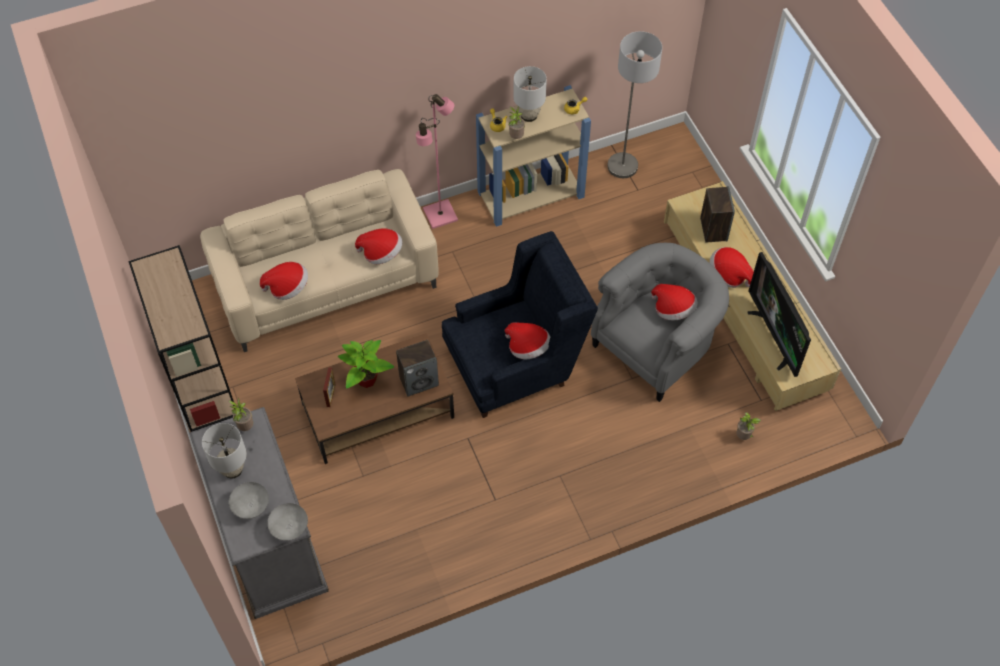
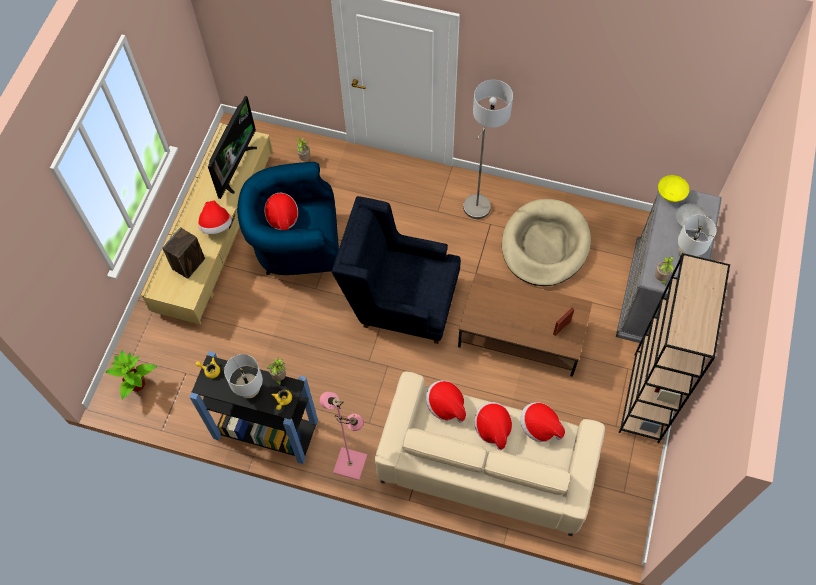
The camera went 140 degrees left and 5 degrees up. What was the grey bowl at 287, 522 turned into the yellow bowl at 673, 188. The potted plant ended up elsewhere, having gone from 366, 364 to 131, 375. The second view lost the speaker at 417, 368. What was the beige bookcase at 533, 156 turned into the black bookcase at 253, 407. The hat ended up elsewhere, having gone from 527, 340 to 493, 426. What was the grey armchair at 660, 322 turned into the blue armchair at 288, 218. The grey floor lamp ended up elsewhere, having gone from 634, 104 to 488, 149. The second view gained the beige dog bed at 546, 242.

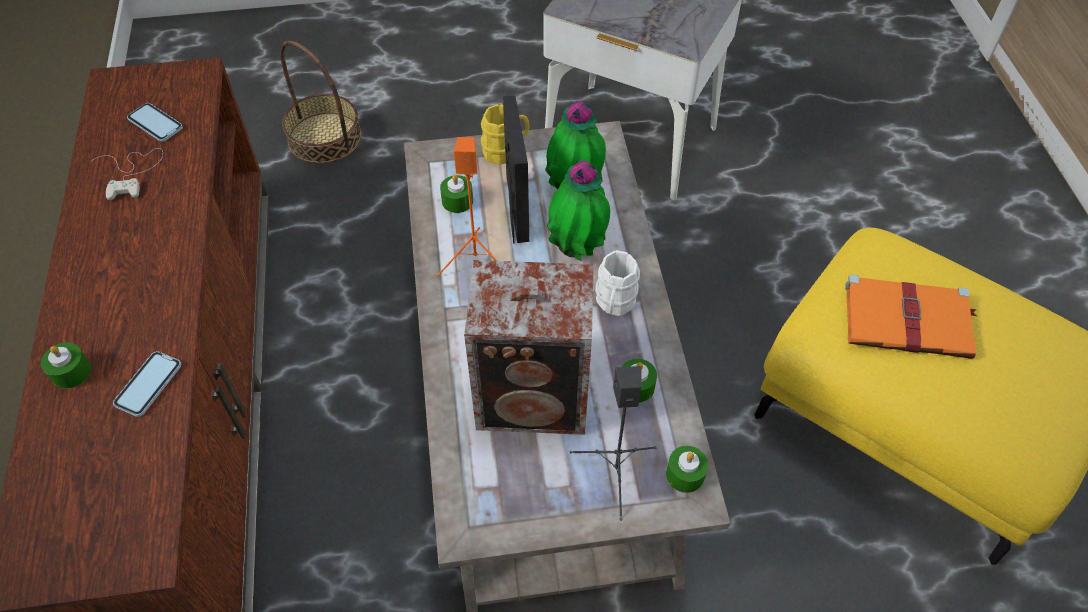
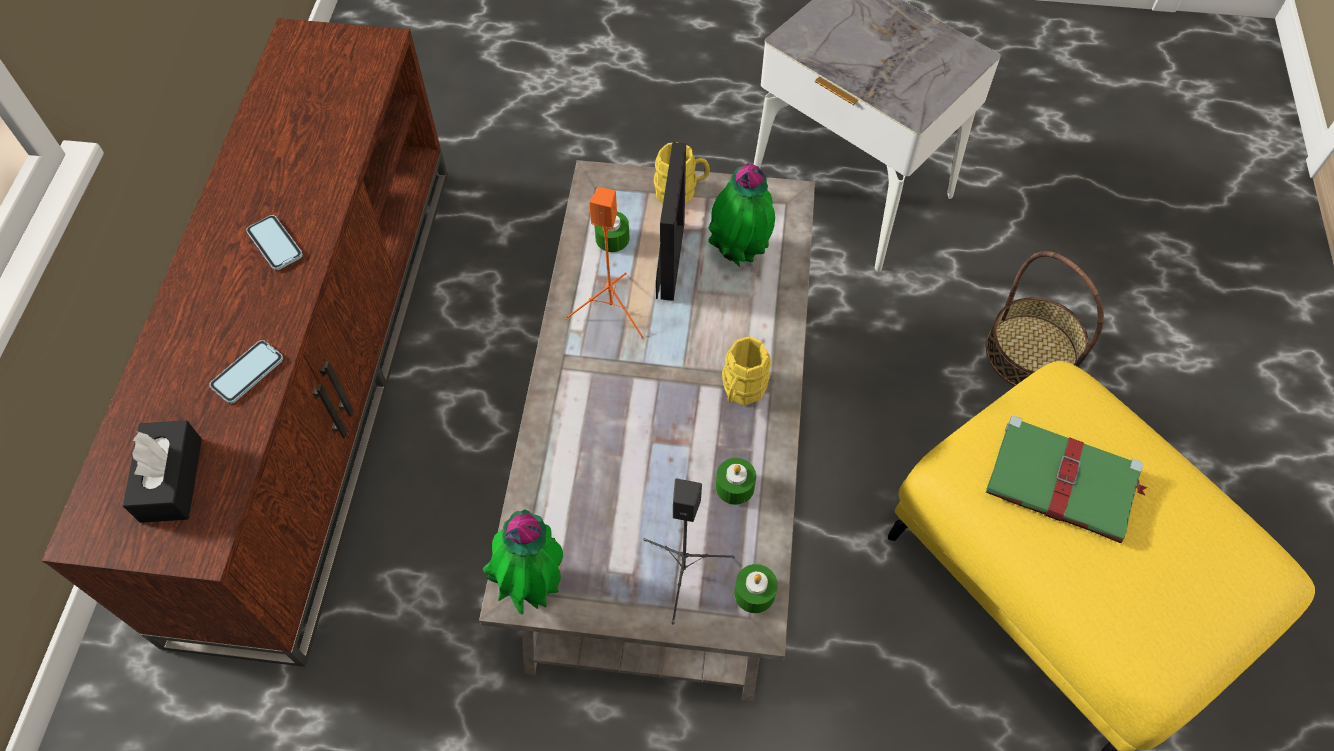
The camera went 15 degrees right and 5 degrees up. The second view lost the green candle at 66, 365. The second view lost the white game controller at 127, 174. The phone ended up elsewhere, having gone from 155, 122 to 274, 242. The basket ended up elsewhere, having gone from 321, 102 to 1045, 318. The second view lost the speaker at 529, 347. The potted plant ended up elsewhere, having gone from 578, 210 to 523, 562. What was the white mug at 617, 283 turned into the yellow mug at 746, 370. What was the orange book at 911, 316 turned into the green book at 1066, 479. The second view gained the black tissue box at 162, 471.

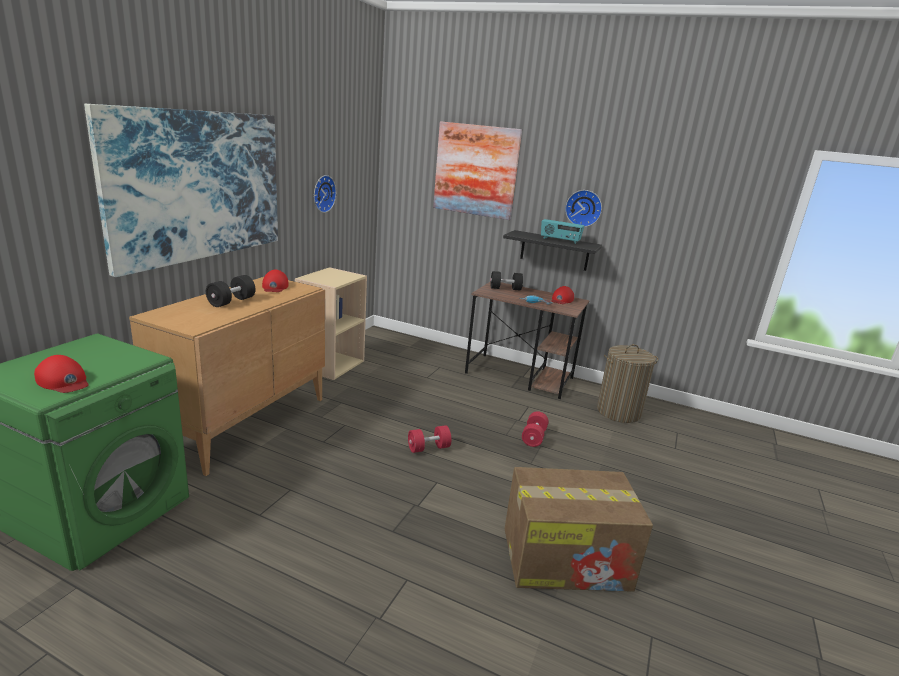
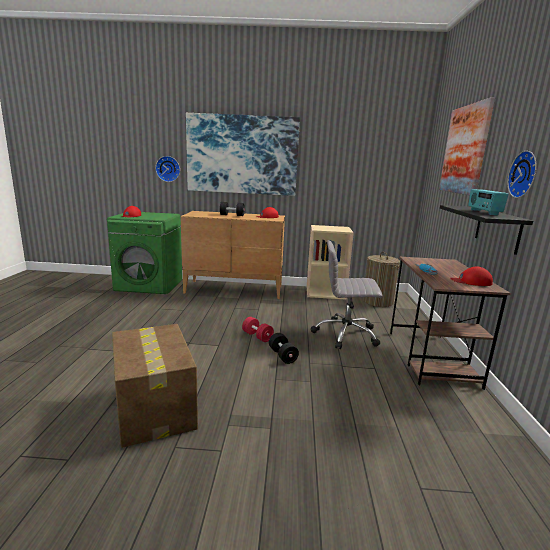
The camera went 70 degrees right and 5 degrees down. The wall clock ended up elsewhere, having gone from 325, 194 to 167, 169. The black dumbbell ended up elsewhere, having gone from 506, 281 to 284, 348. The second view lost the red dumbbell at 535, 429. The laundry basket ended up elsewhere, having gone from 627, 383 to 381, 279. The second view gained the grey office chair at 347, 294.

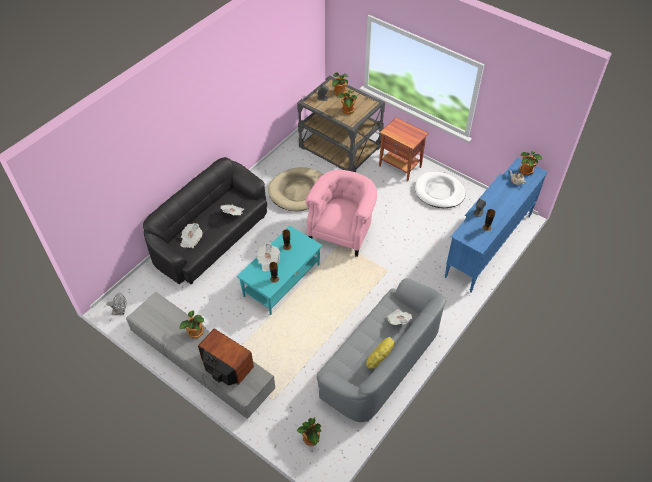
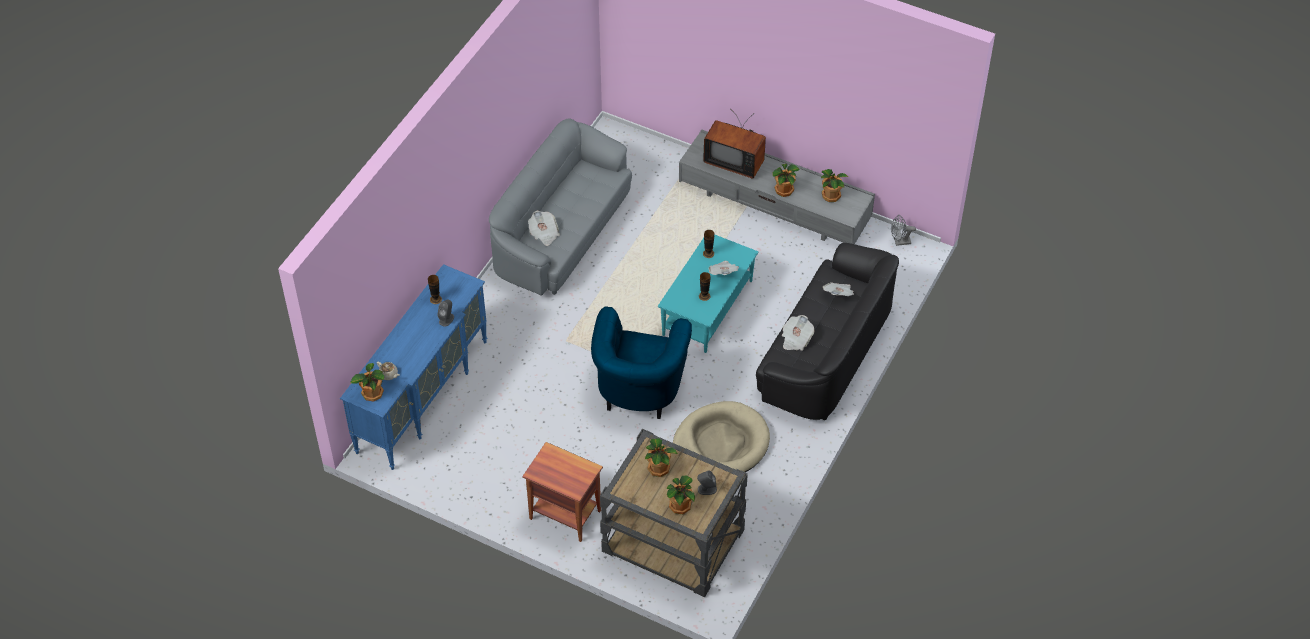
The camera went 170 degrees right and 0 degrees up. The potted plant ended up elsewhere, having gone from 308, 432 to 834, 185. What was the pink armchair at 341, 213 turned into the blue armchair at 641, 362. The second view lost the yellow pillow at 380, 353. The second view lost the white dog bed at 440, 190.

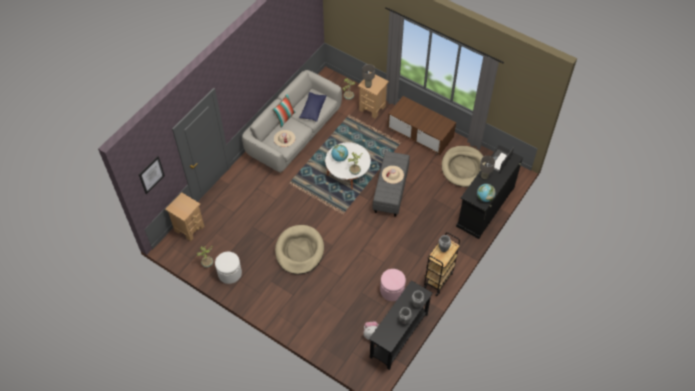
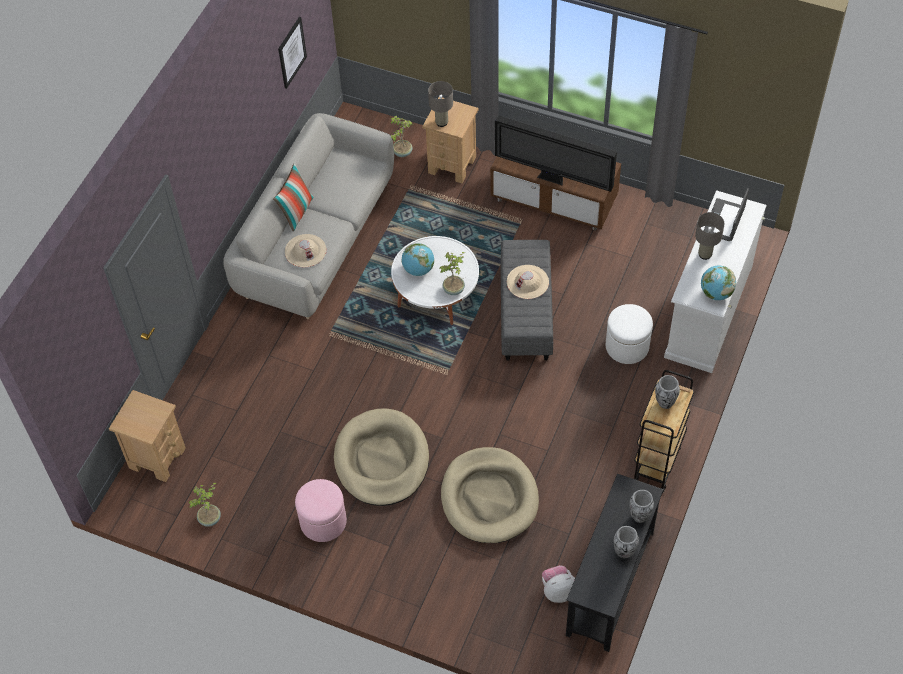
The camera went 10 degrees left and 0 degrees up. The picture ended up elsewhere, having gone from 152, 175 to 292, 53. The white ottoman ended up elsewhere, having gone from 228, 268 to 629, 334. The second view lost the blue pillow at 313, 107. The pink ottoman ended up elsewhere, having gone from 393, 285 to 321, 510. The beige dog bed ended up elsewhere, having gone from 464, 166 to 490, 495. What was the black cabinet at 489, 192 turned into the white cabinet at 715, 281. The second view gained the television at 556, 153.

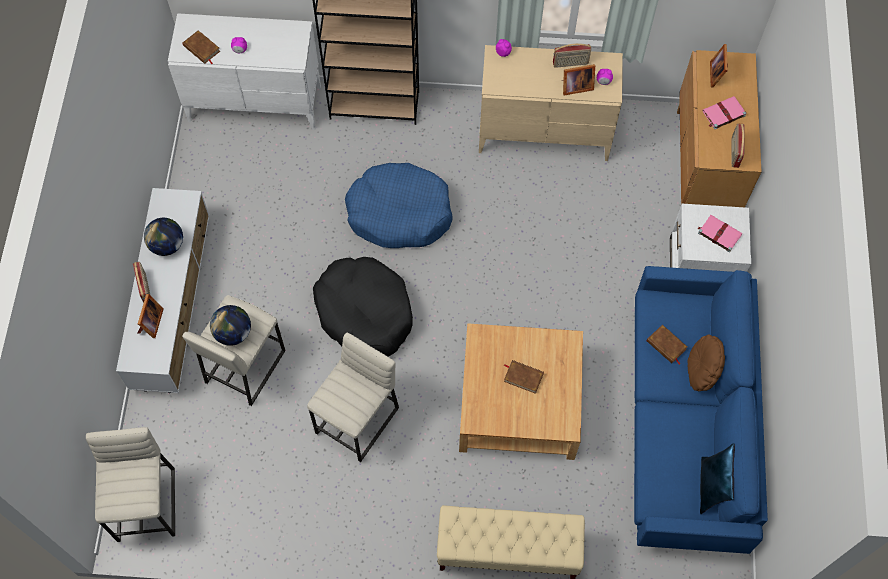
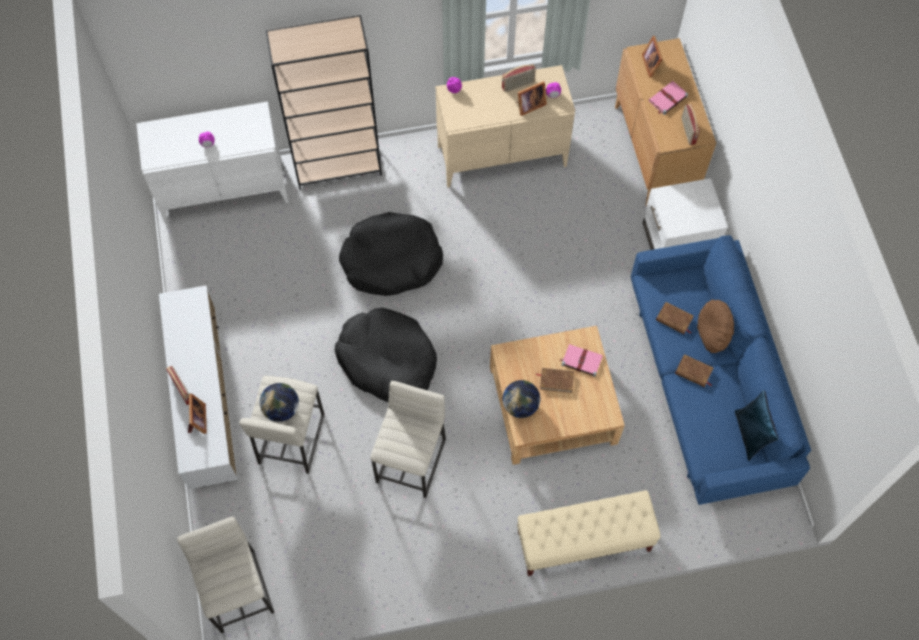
The camera went 15 degrees left and 0 degrees up. The globe ended up elsewhere, having gone from 163, 237 to 521, 399. The brown book ended up elsewhere, having gone from 201, 47 to 694, 370. What was the blue dog bed at 399, 205 turned into the black dog bed at 391, 254. The pink book ended up elsewhere, having gone from 720, 233 to 581, 360.

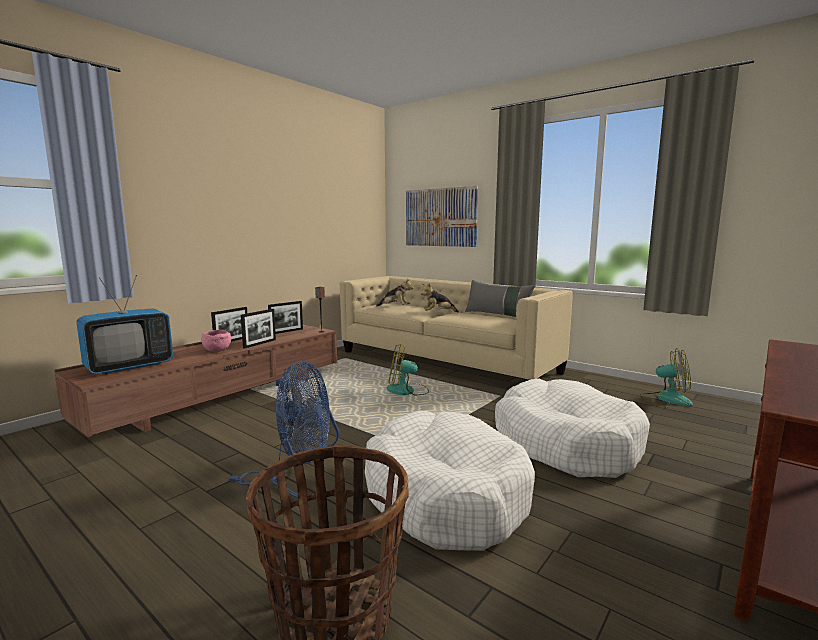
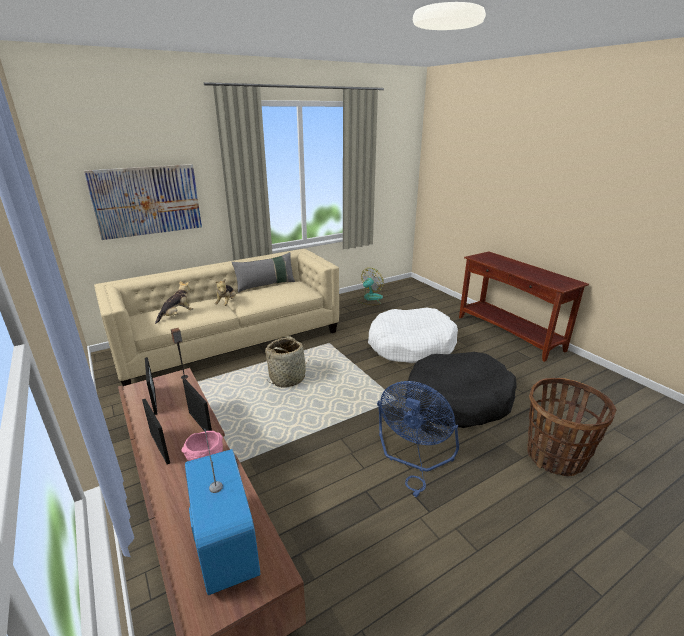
The camera went 70 degrees left and 15 degrees up. What was the white dog bed at 450, 481 turned into the black dog bed at 461, 390. Where the fan stood at 407, 370, the basket came to stand at 287, 362.

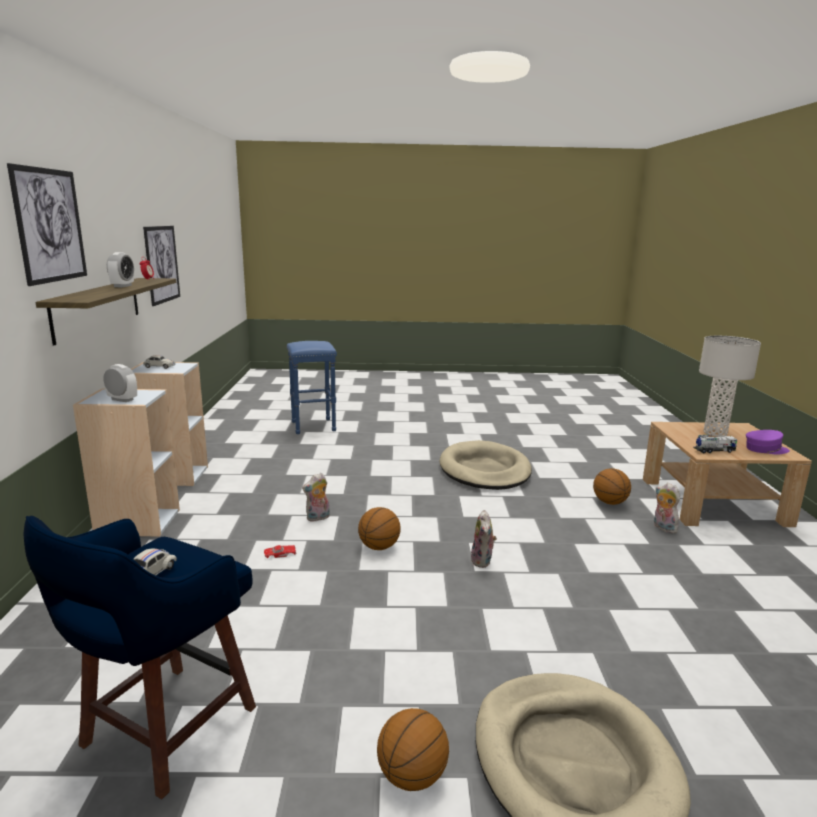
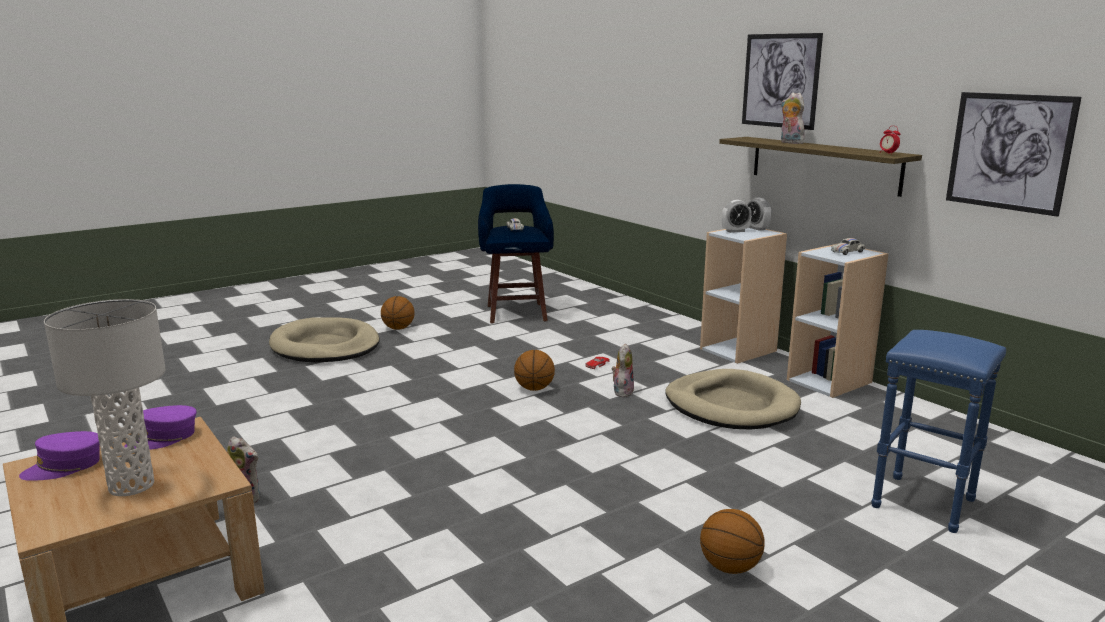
The camera went 145 degrees right and 0 degrees up. The alarm clock ended up elsewhere, having gone from 120, 269 to 759, 214. The beige dog bed ended up elsewhere, having gone from 485, 465 to 733, 399. The plush toy ended up elsewhere, having gone from 483, 539 to 793, 118. The basketball ended up elsewhere, having gone from 612, 486 to 732, 541. Where the toy truck stood at 715, 443, the purple cap came to stand at 160, 427.

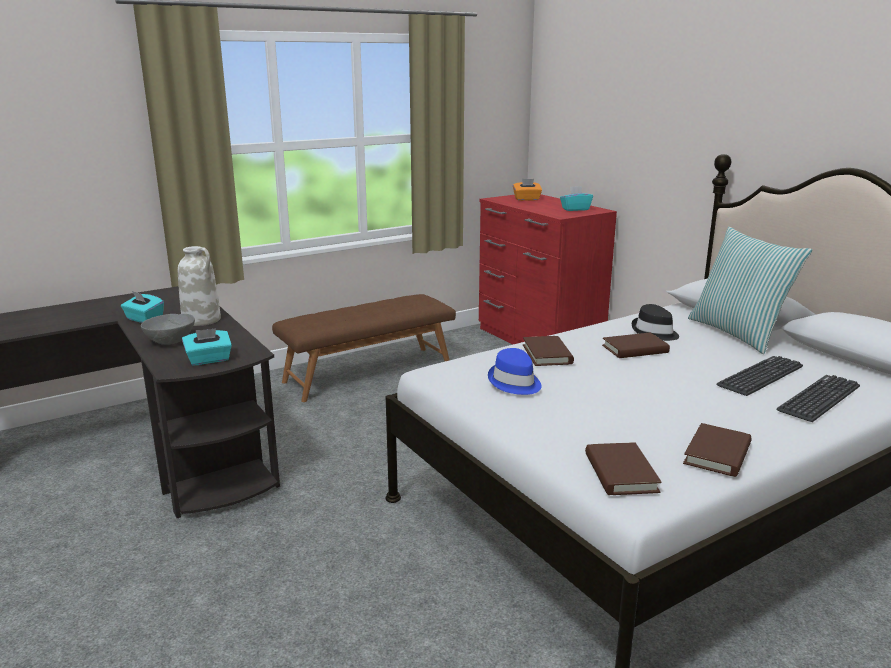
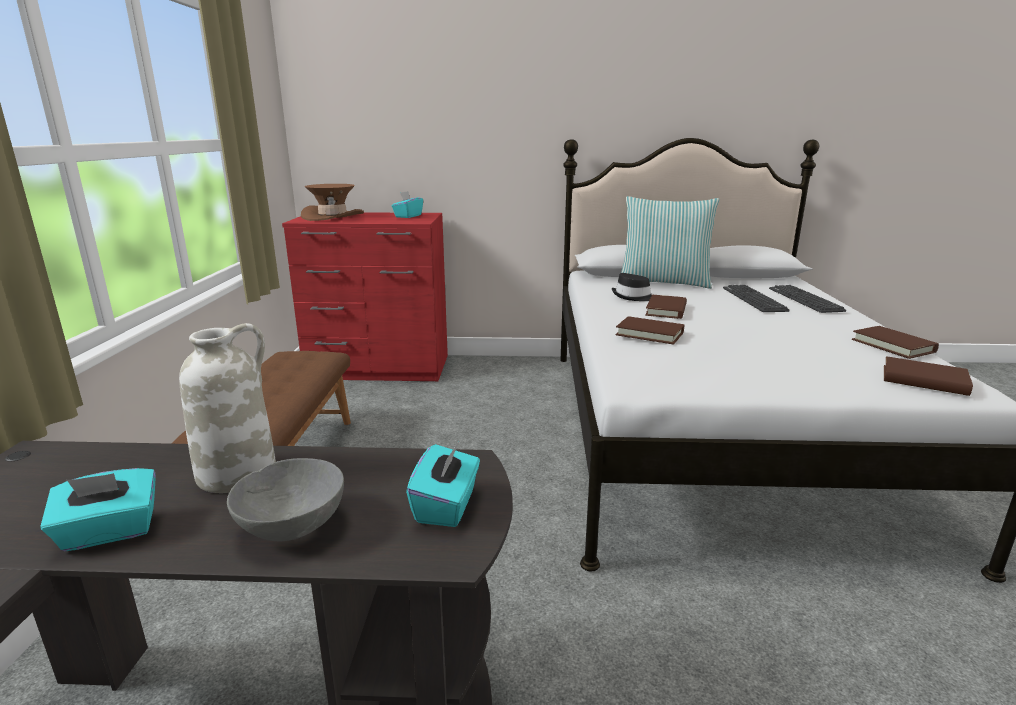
The camera went 55 degrees left and 0 degrees up. The second view lost the blue hat at 515, 371. Where the orange tissue box stood at 527, 190, the brown hat came to stand at 332, 202.

